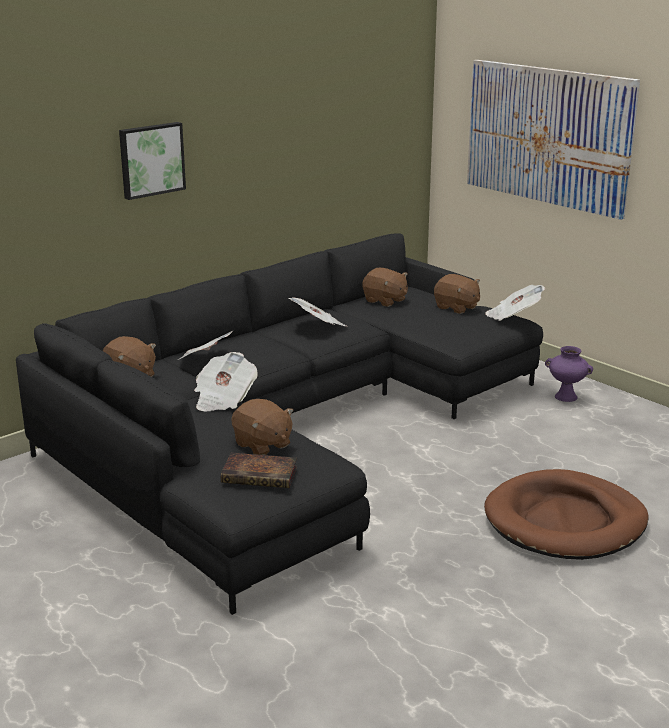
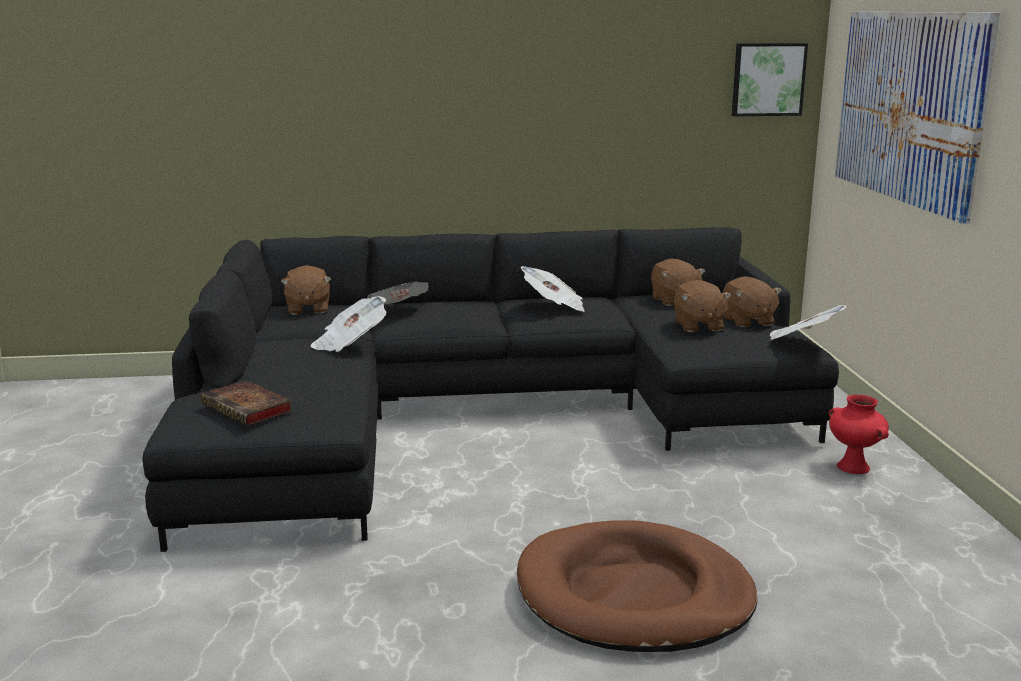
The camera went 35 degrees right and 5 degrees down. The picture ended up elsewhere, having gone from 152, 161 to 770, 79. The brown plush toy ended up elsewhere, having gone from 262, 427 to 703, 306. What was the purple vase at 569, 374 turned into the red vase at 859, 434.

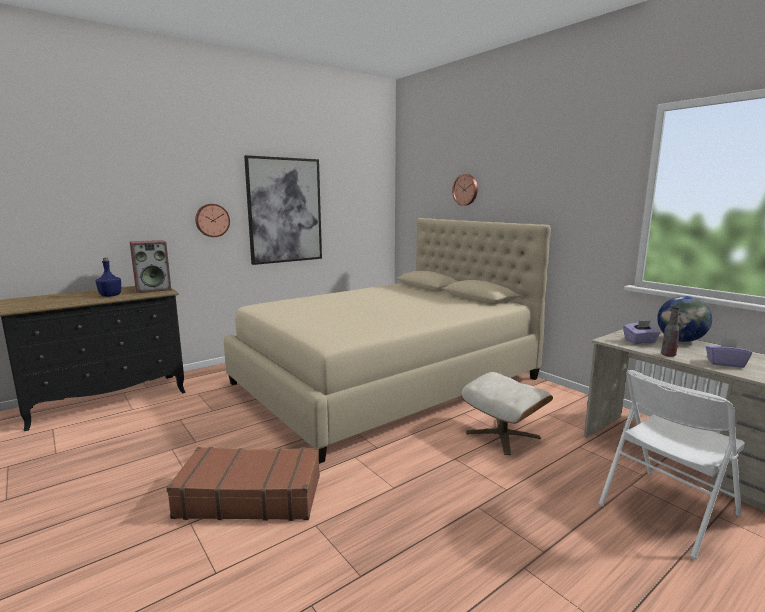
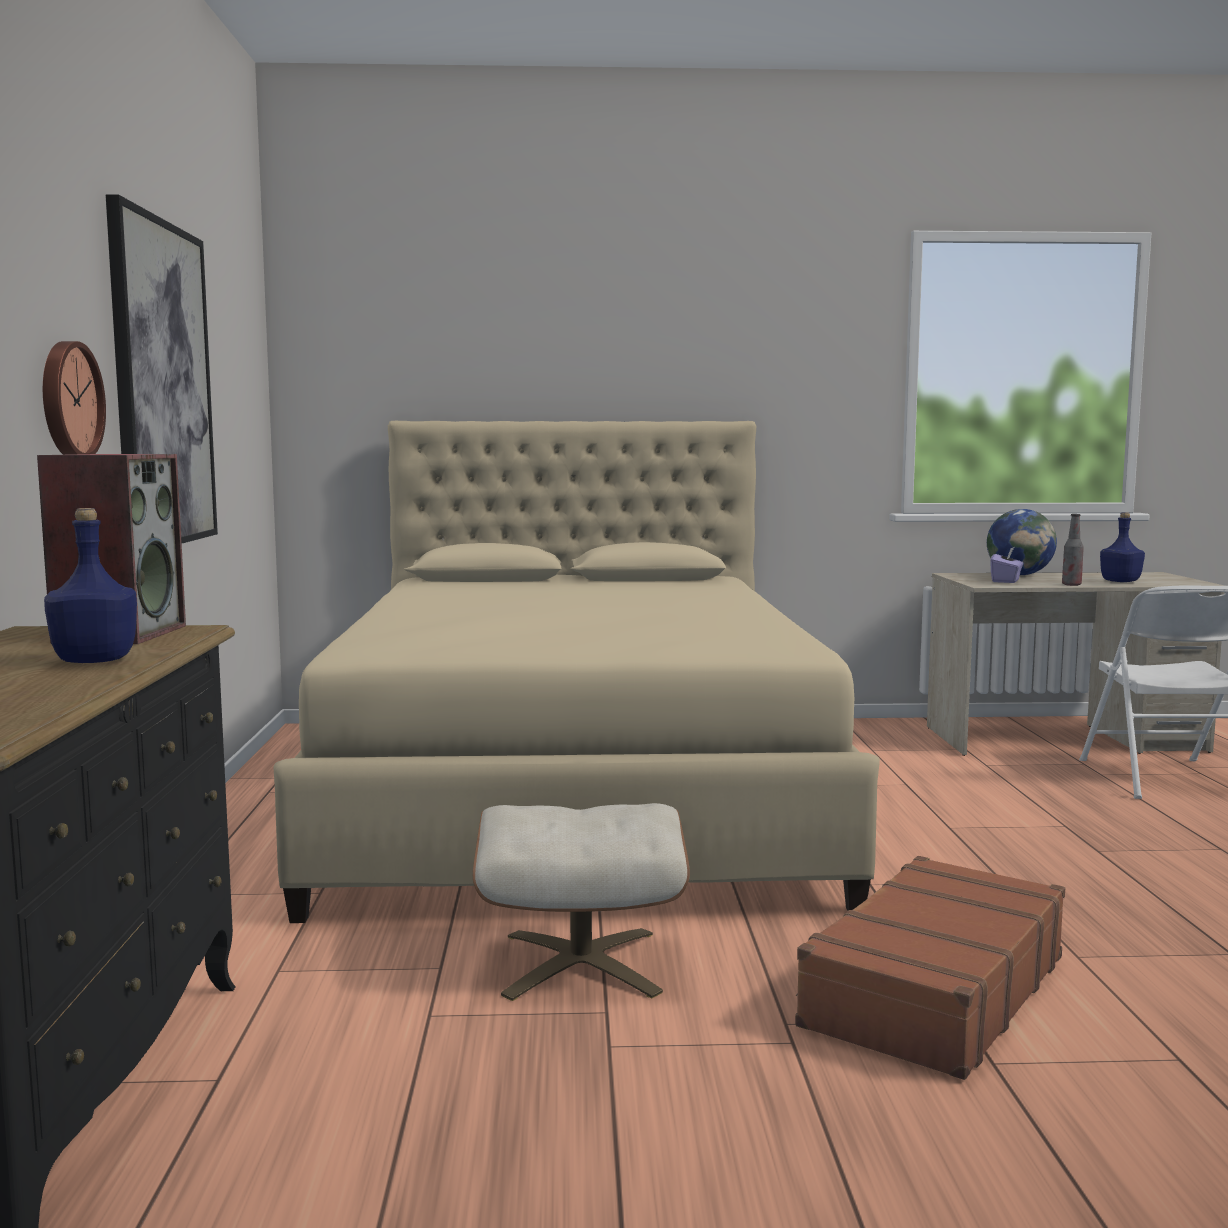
The camera went 55 degrees left and 5 degrees down. The second view lost the wall clock at 465, 190. The beige ottoman ended up elsewhere, having gone from 507, 413 to 581, 902. Where the purple tissue box stood at 729, 352, the blue bottle came to stand at 1122, 547.

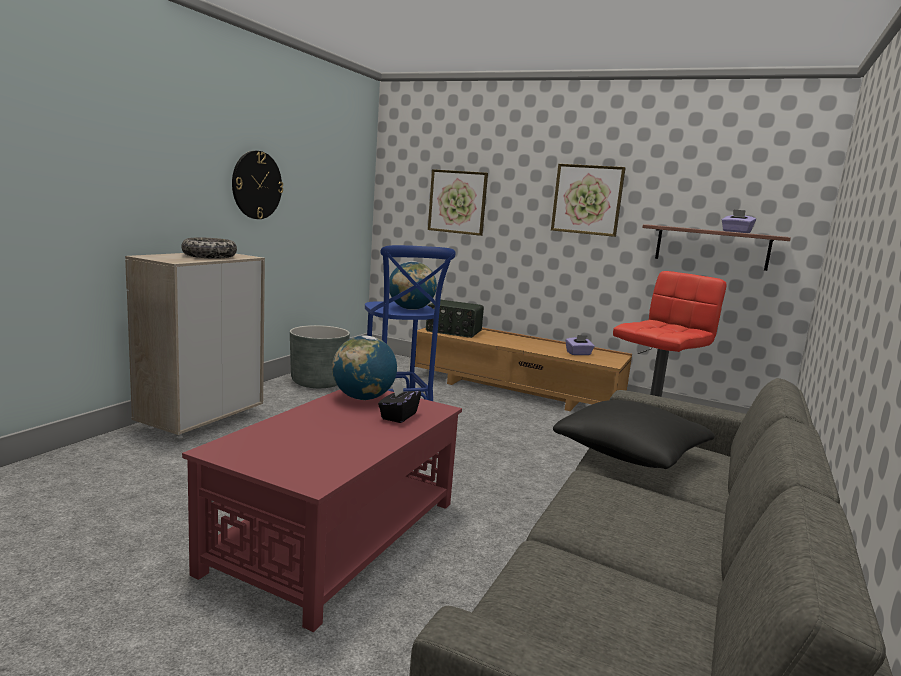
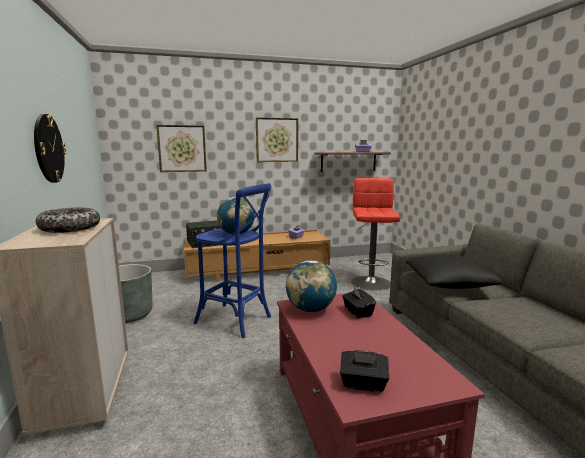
The camera went 40 degrees left and 0 degrees up. The second view gained the black tissue box at 364, 371.

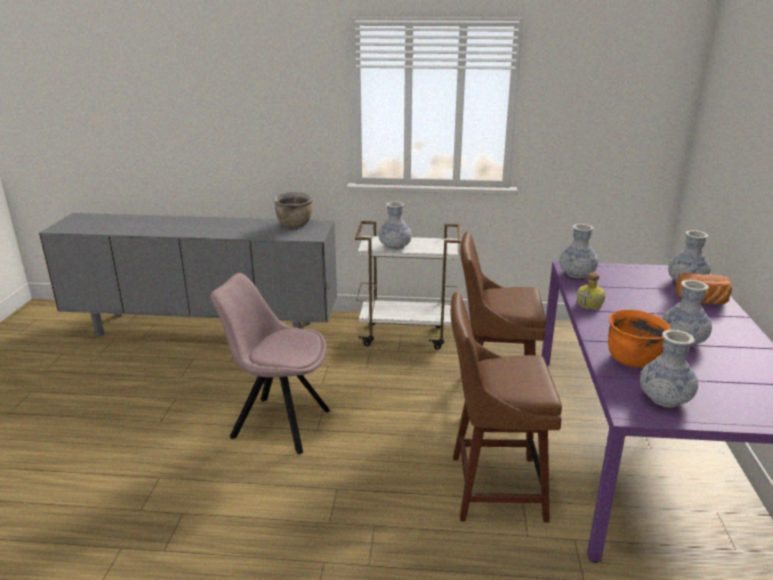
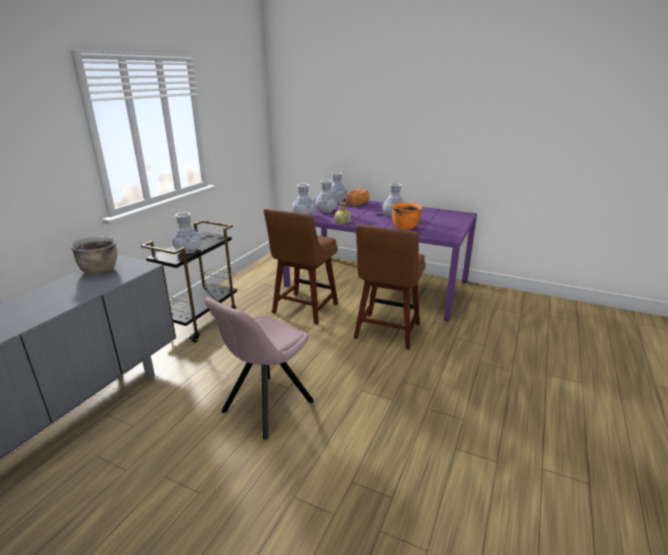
The camera went 70 degrees left and 0 degrees up. What was the white cart at 408, 285 turned into the black cart at 189, 281. The vase ended up elsewhere, having gone from 669, 368 to 326, 196.

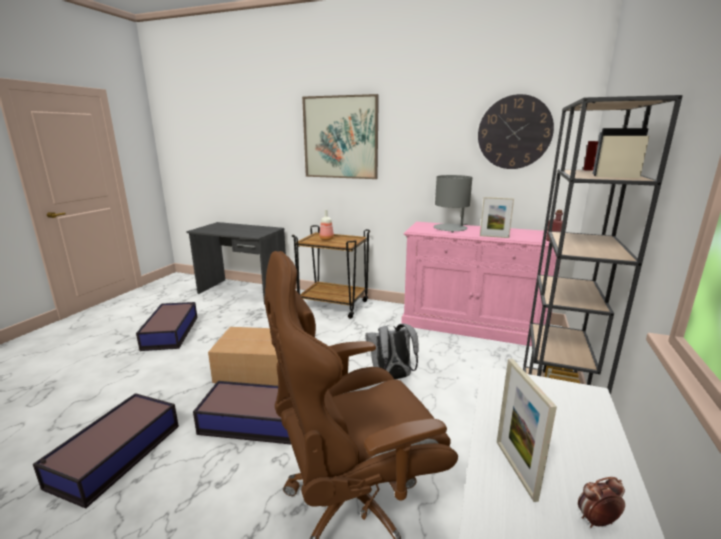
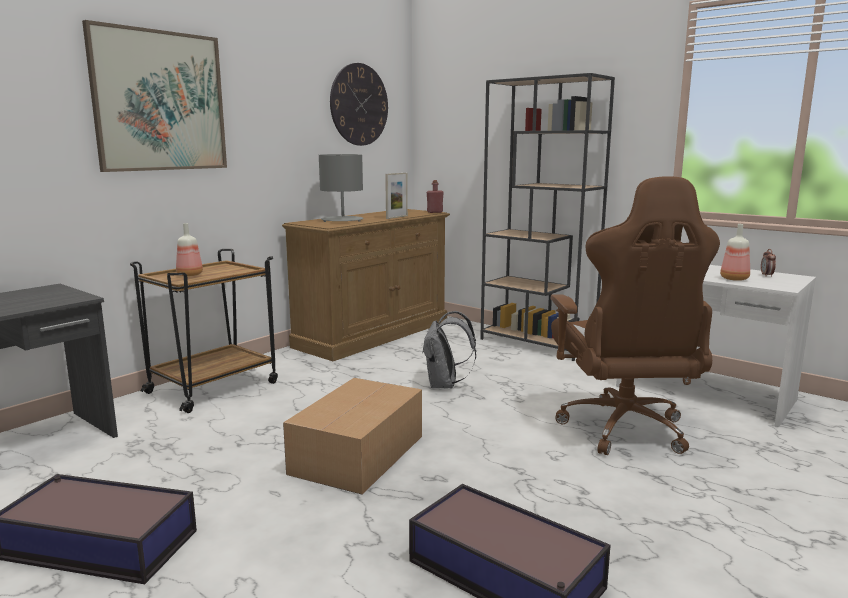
The camera went 70 degrees left and 5 degrees down. The second view lost the storage box at 242, 412. What was the pink cabinet at 481, 284 turned into the brown cabinet at 366, 285. Where the picture frame stood at 527, 430, the bottle came to stand at 735, 252.

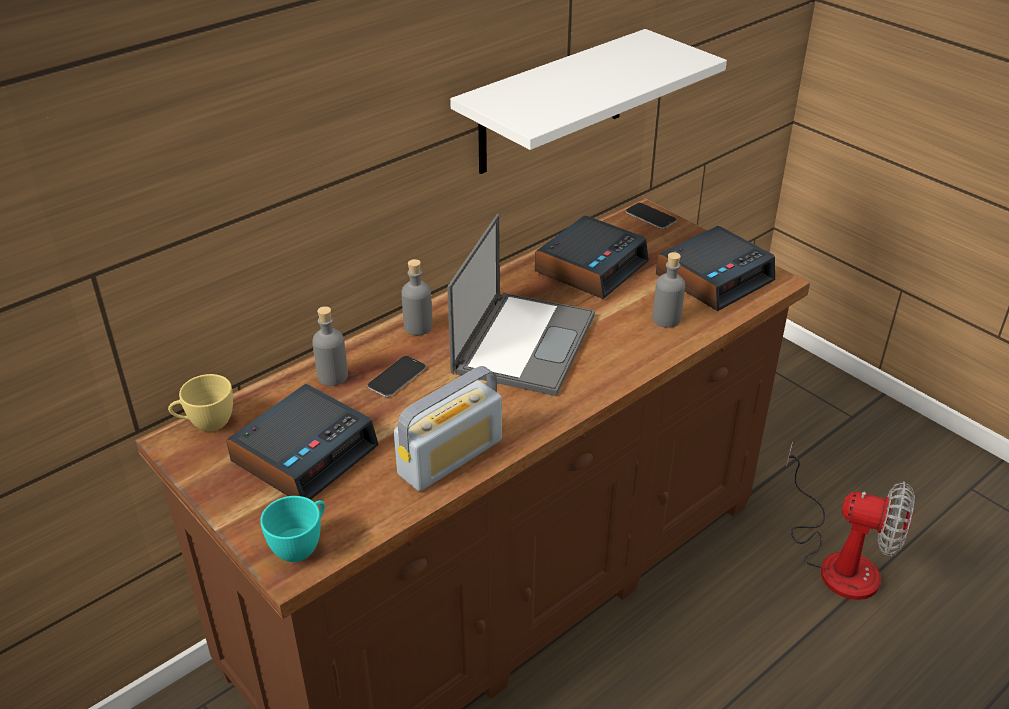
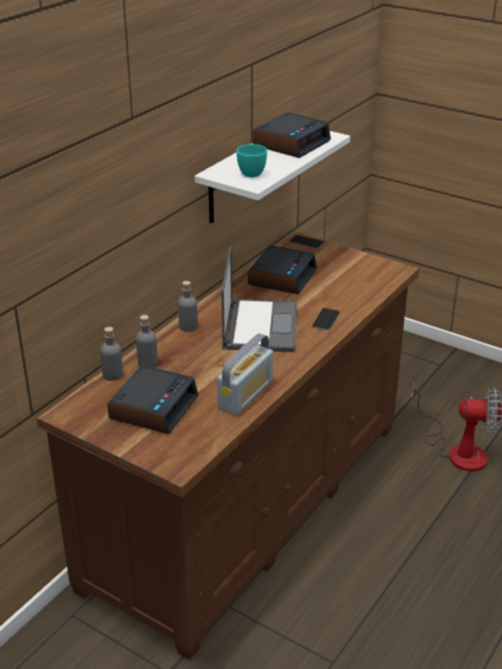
The camera went 15 degrees left and 5 degrees down. The second view lost the yellow cup at 200, 403. The turquoise cup ended up elsewhere, having gone from 292, 529 to 251, 160. The phone ended up elsewhere, having gone from 396, 376 to 326, 319. The grey bottle ended up elsewhere, having gone from 668, 290 to 111, 354. The alarm clock ended up elsewhere, having gone from 715, 268 to 292, 135.

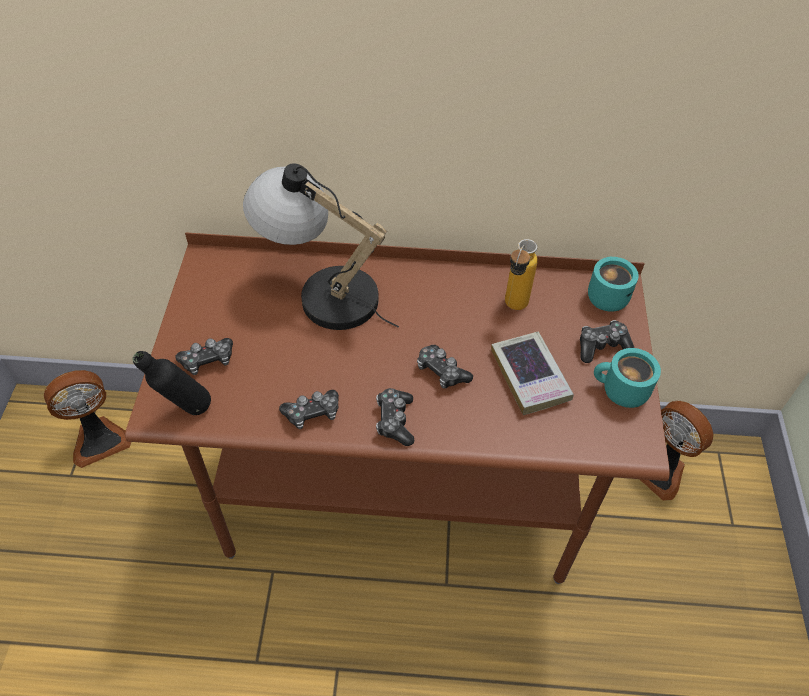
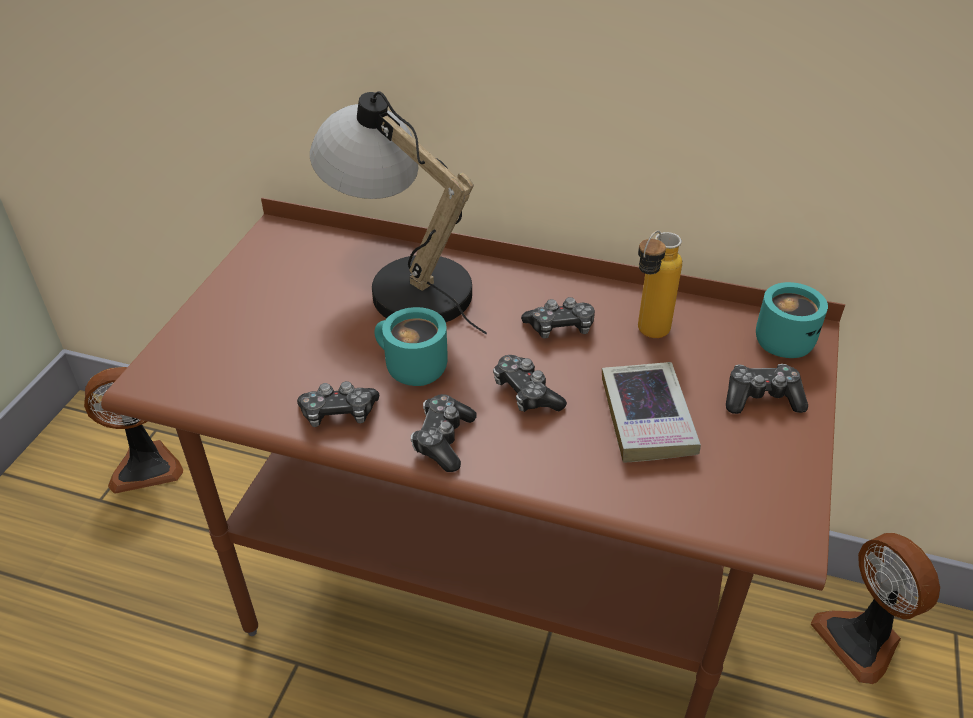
The camera went 15 degrees right and 10 degrees down. The second view lost the black bottle at 172, 383. The game controller ended up elsewhere, having gone from 204, 356 to 558, 318. The turquoise mug ended up elsewhere, having gone from 627, 378 to 411, 346.

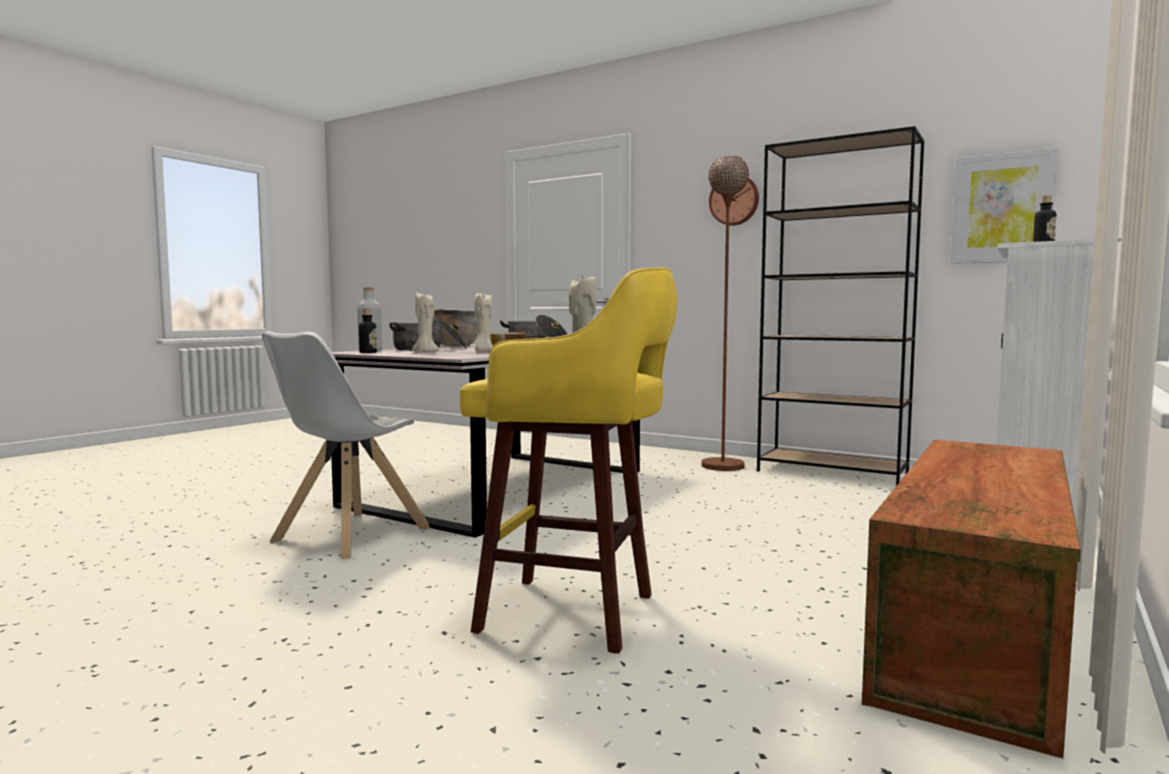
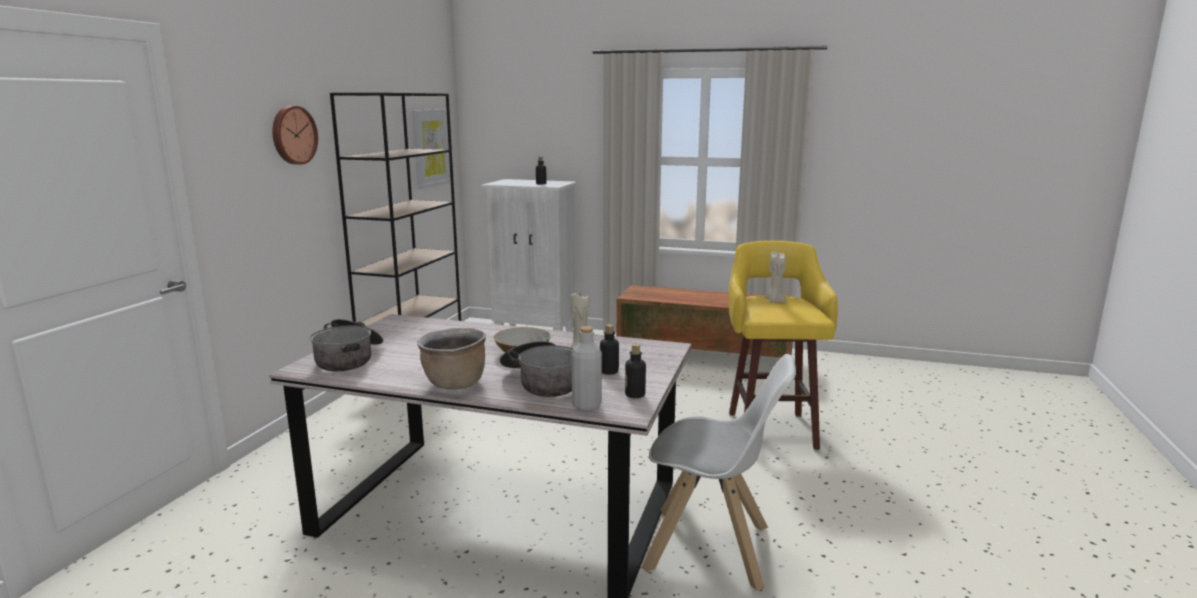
The camera went 105 degrees left and 10 degrees up. Where the beige candle stood at 426, 322, the bottle came to stand at 609, 349. The second view lost the brown floor lamp at 725, 313.

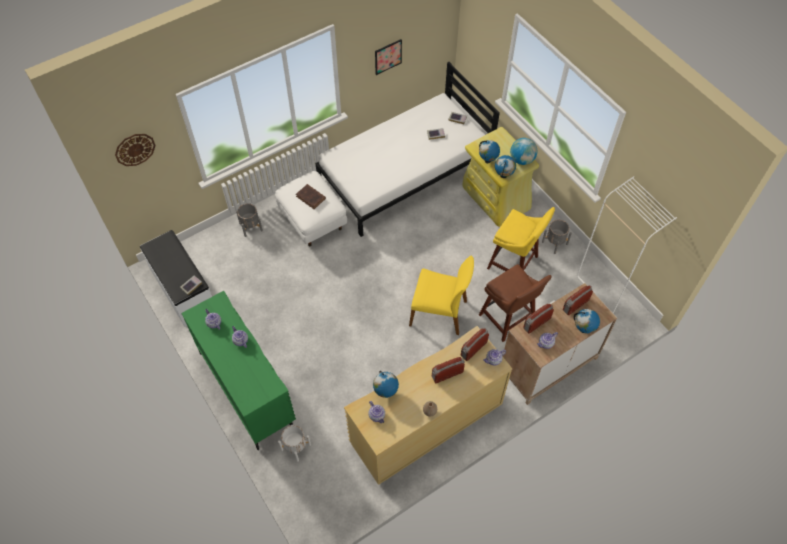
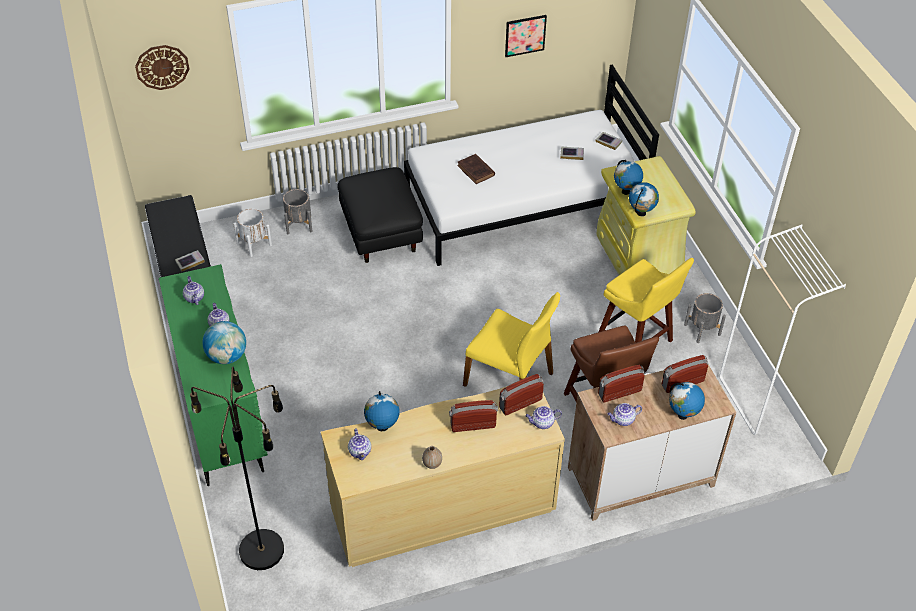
The camera went 15 degrees right and 10 degrees down. What was the white ottoman at 311, 209 turned into the black ottoman at 380, 215. The white planter ended up elsewhere, having gone from 294, 443 to 252, 232. The brown book ended up elsewhere, having gone from 311, 196 to 476, 169. The globe ended up elsewhere, having gone from 523, 151 to 224, 342. The second view gained the floor lamp at 237, 468.

